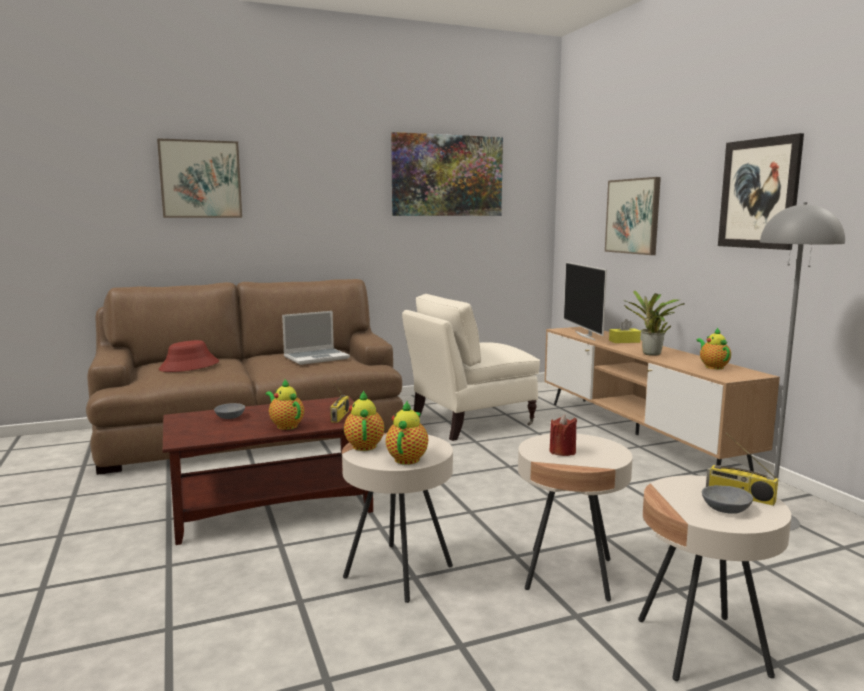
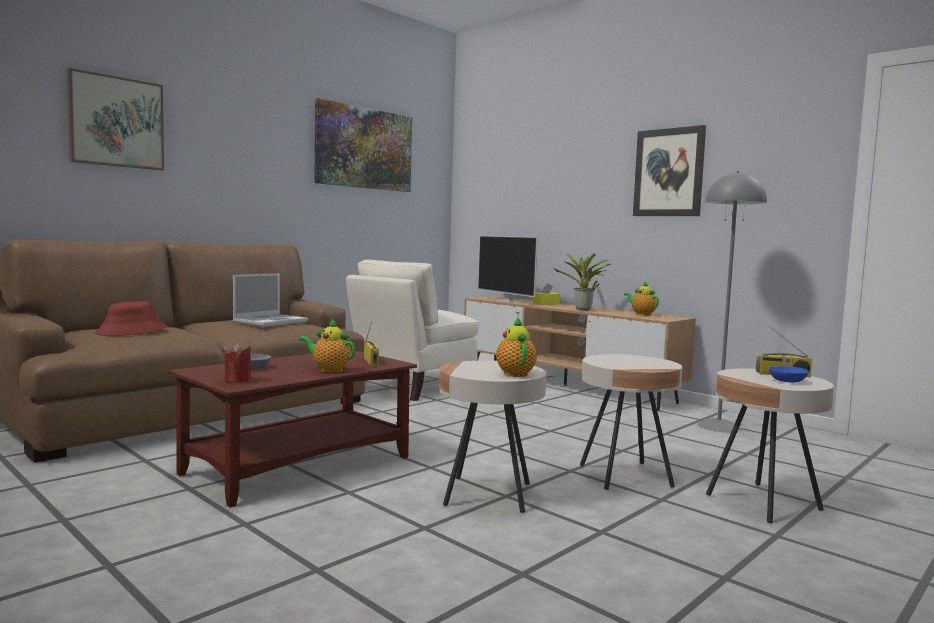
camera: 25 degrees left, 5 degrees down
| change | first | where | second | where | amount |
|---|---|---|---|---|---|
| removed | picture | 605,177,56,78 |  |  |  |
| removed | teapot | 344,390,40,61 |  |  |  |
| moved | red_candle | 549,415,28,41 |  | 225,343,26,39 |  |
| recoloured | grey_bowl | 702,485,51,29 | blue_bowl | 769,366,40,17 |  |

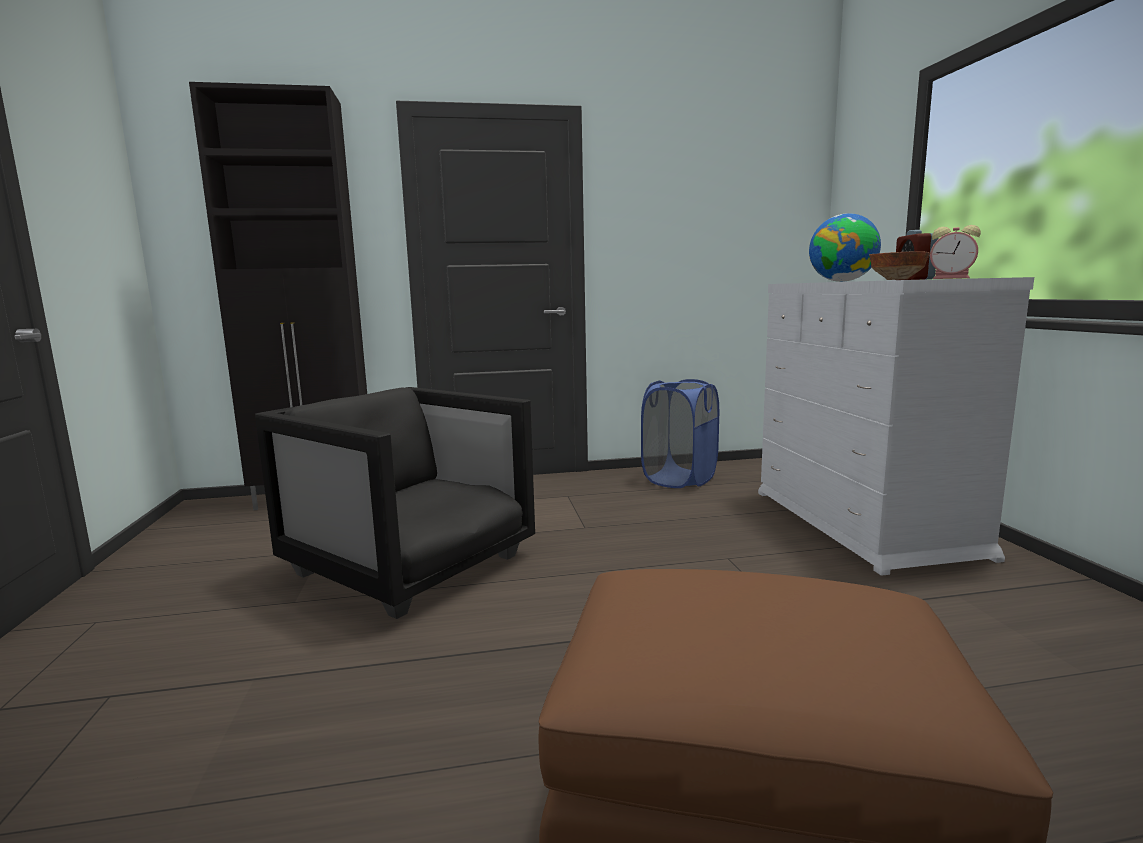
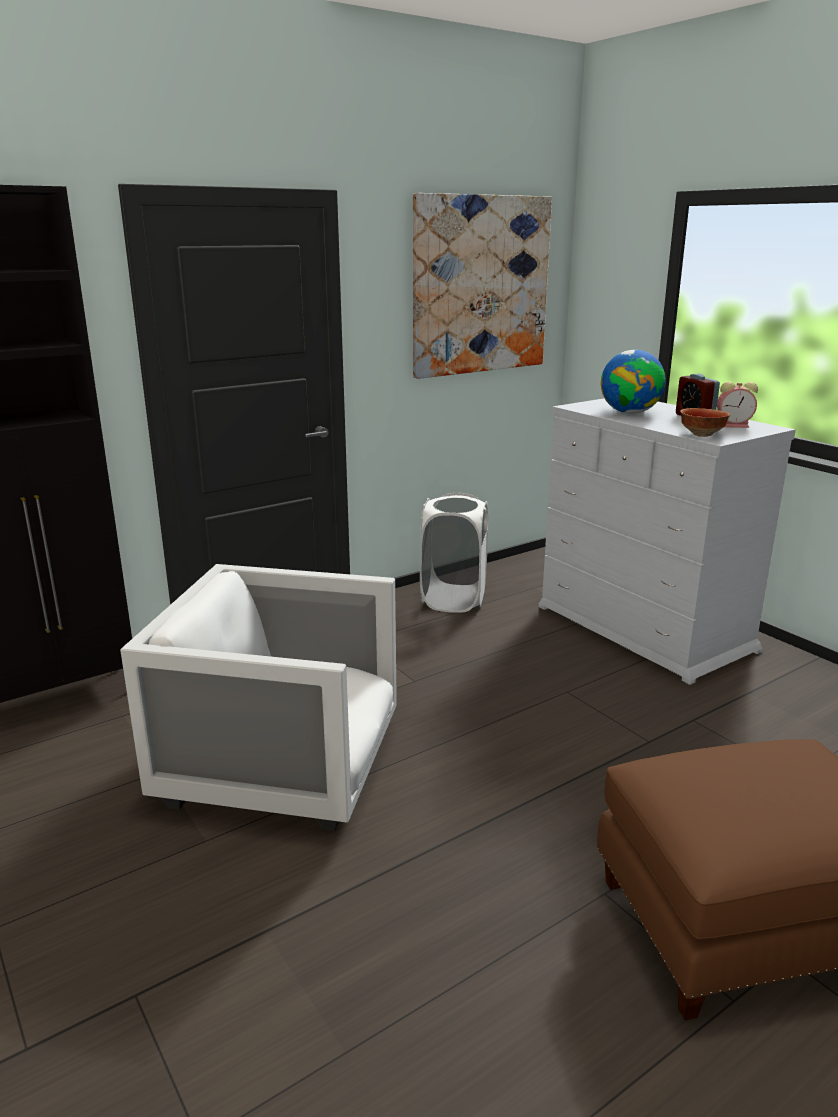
camera: 25 degrees left, 10 degrees up
| change | first | where | second | where | amount |
|---|---|---|---|---|---|
| recoloured | blue_laundry_basket | 641,379,78,109 | white_laundry_basket | 420,493,68,120 |  |
| recoloured | black_armchair | 255,387,280,232 | white_armchair | 120,564,277,267 |  |
| added |  |  | picture | 413,193,139,186 |  |

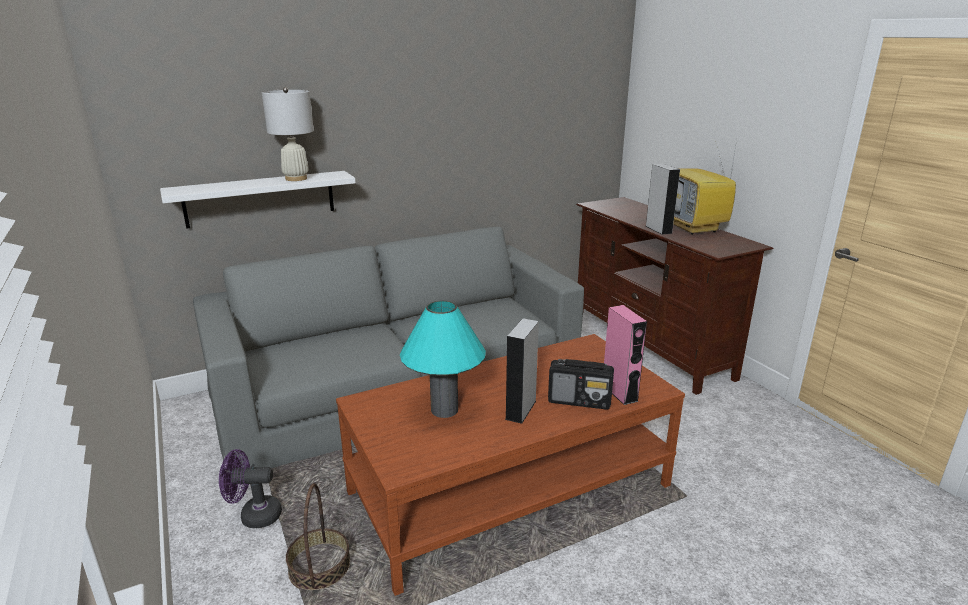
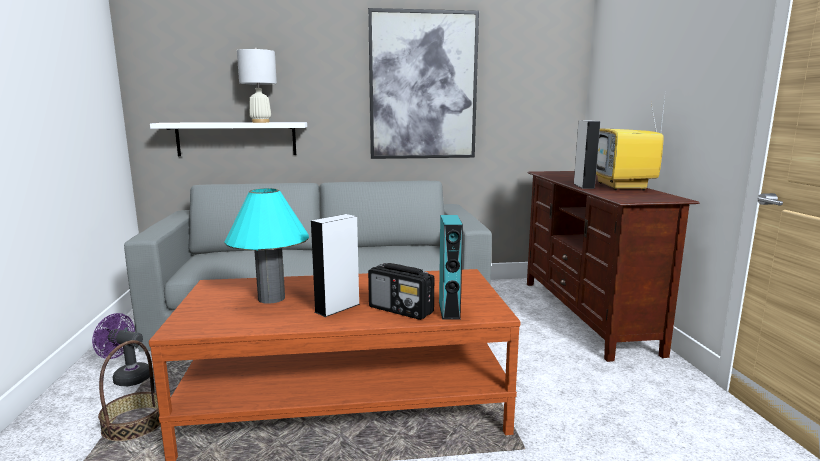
camera: 20 degrees right, 10 degrees down
| change | first | where | second | where | amount |
|---|---|---|---|---|---|
| recoloured | pink_speaker | 604,305,43,100 | turquoise_speaker | 439,215,24,105 |  |
| added |  |  | picture | 368,8,111,151 |  |

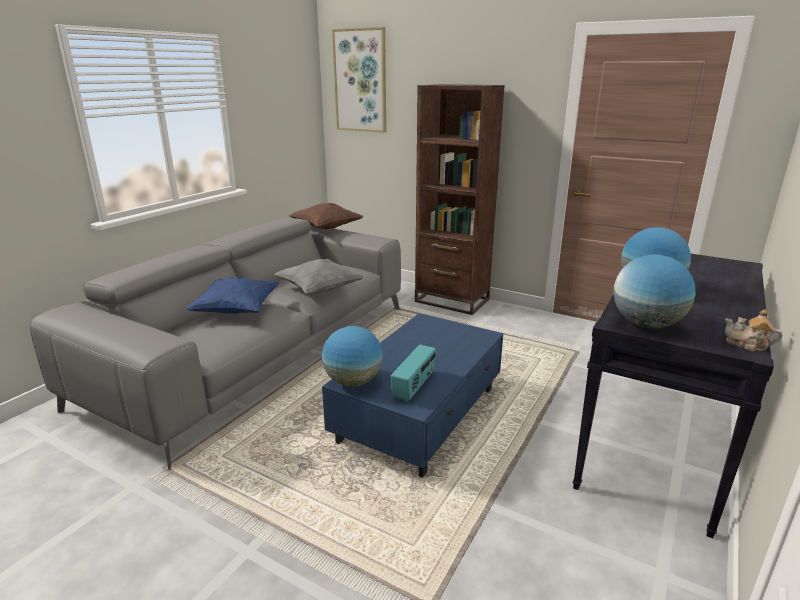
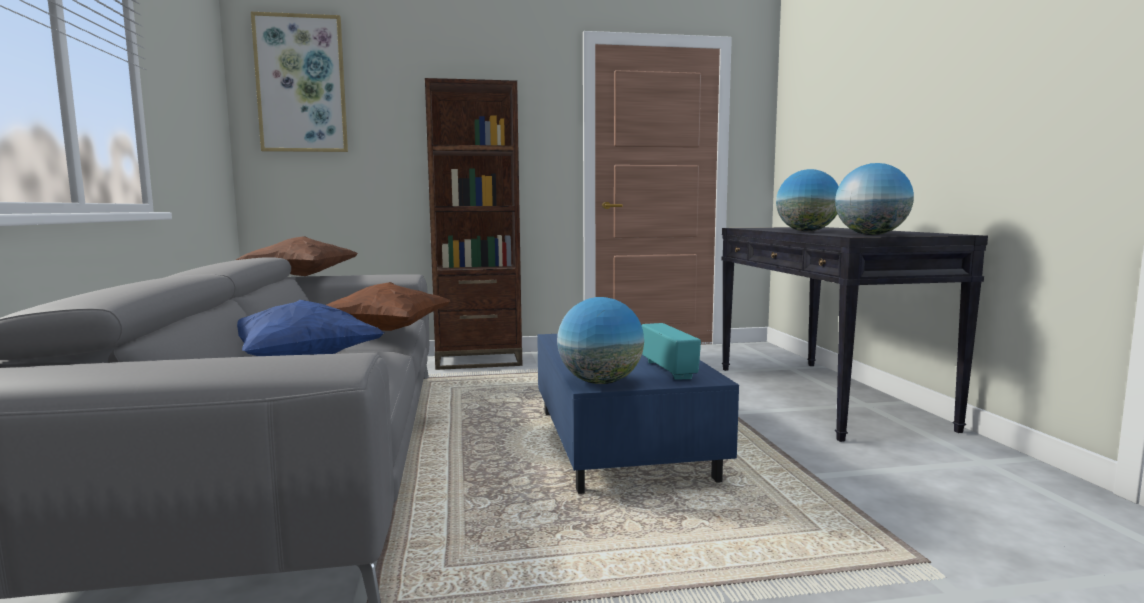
camera: 40 degrees left, 15 degrees down
| change | first | where | second | where | amount |
|---|---|---|---|---|---|
| recoloured | grey_pillow | 274,259,90,36 | brown_pillow | 327,282,123,49 |  |
| removed | teapot | 725,309,57,43 |  |  |  |

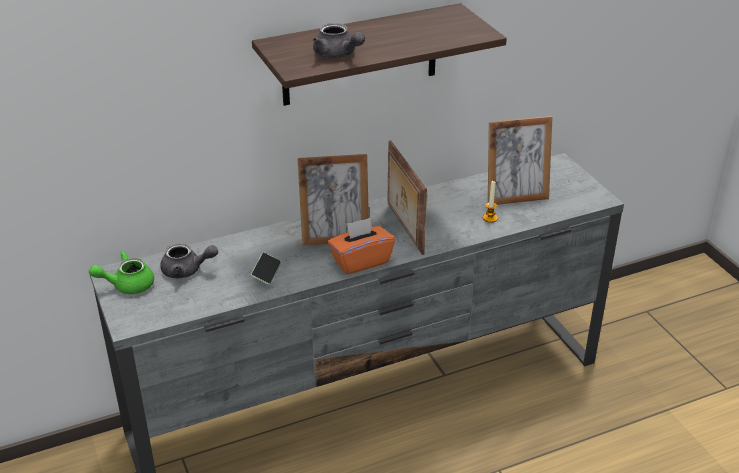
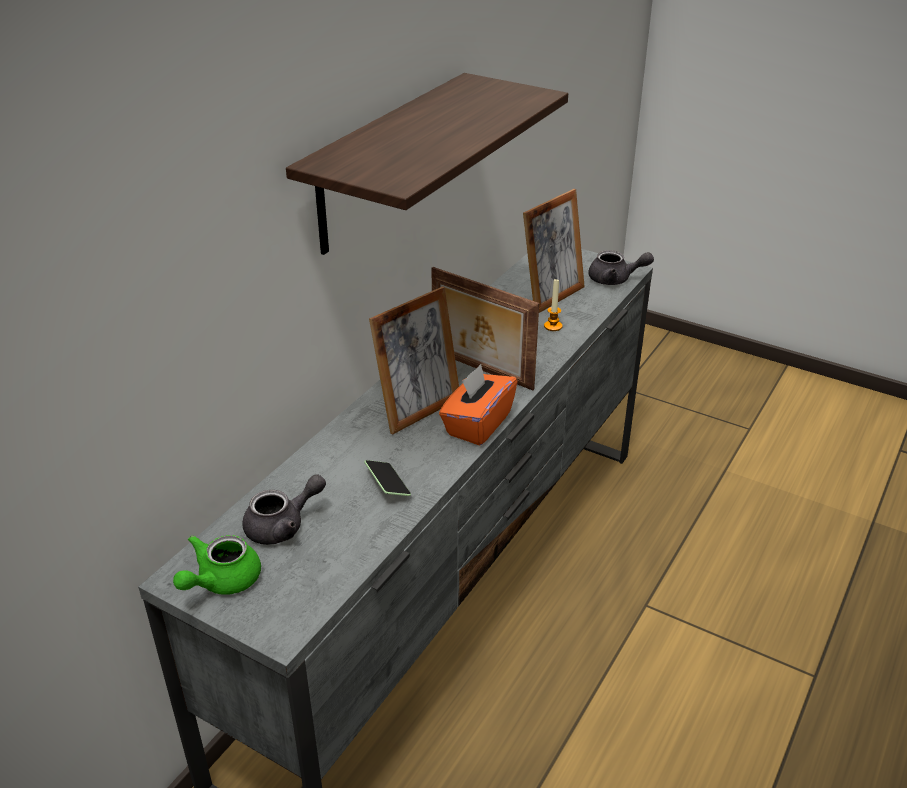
camera: 35 degrees left, 0 degrees up
| change | first | where | second | where | amount |
|---|---|---|---|---|---|
| moved | grey_teapot | 313,23,52,35 |  | 589,250,65,35 |  |

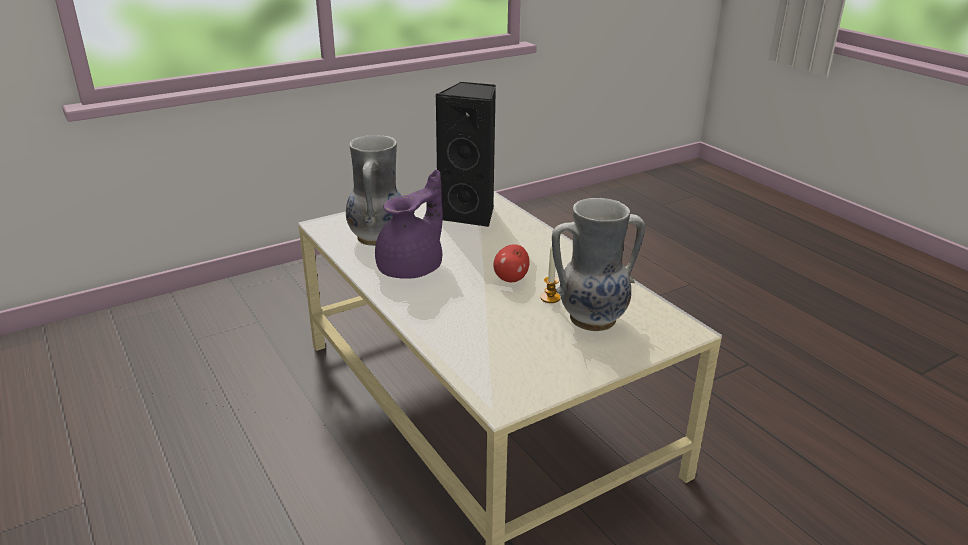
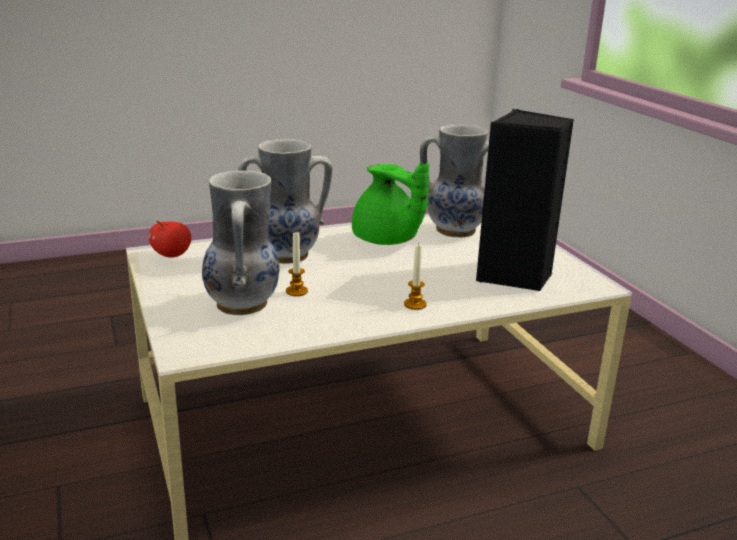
camera: 100 degrees right, 5 degrees down
| change | first | where | second | where | amount |
|---|---|---|---|---|---|
| recoloured | purple_teapot | 375,170,68,109 | green_teapot | 352,163,77,82 |  |
| moved | apple | 493,245,36,37 |  | 149,221,42,36 |  |
| added |  |  | vase | 238,139,94,125 |  |
| added |  |  | candle | 404,243,23,67 |  |

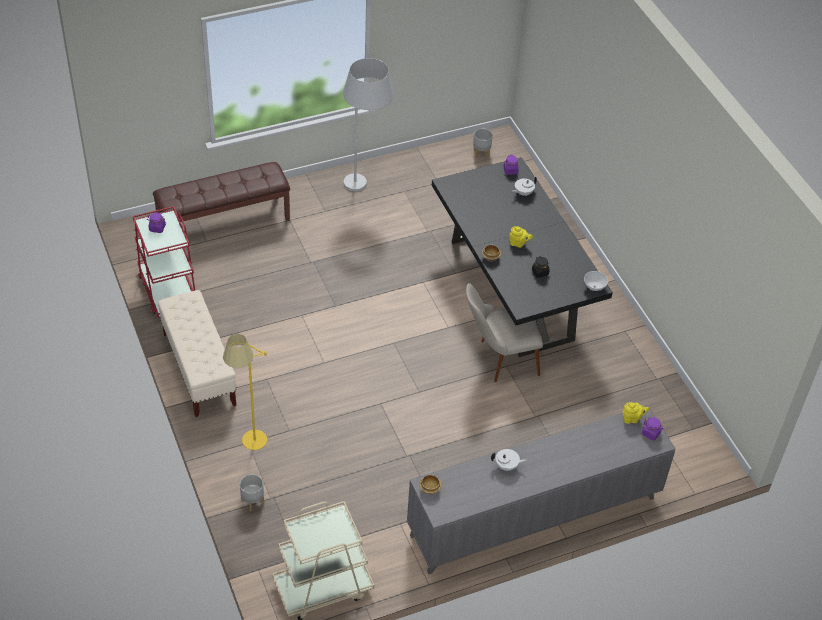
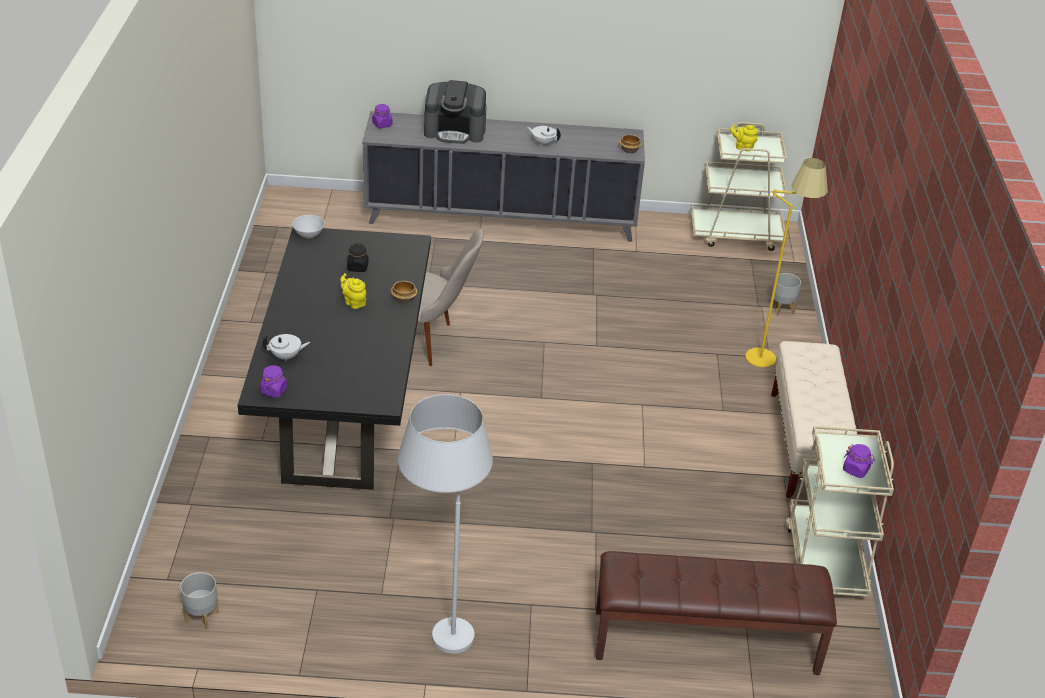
camera: 155 degrees left, 10 degrees down
| change | first | where | second | where | amount |
|---|---|---|---|---|---|
| recoloured | red_cart | 133,206,62,112 | beige_cart | 786,426,108,171 |  |
| moved | yellow_teapot | 623,402,26,22 |  | 730,124,28,28 |  |
| added |  |  | coffee_machine | 424,80,62,64 |  |

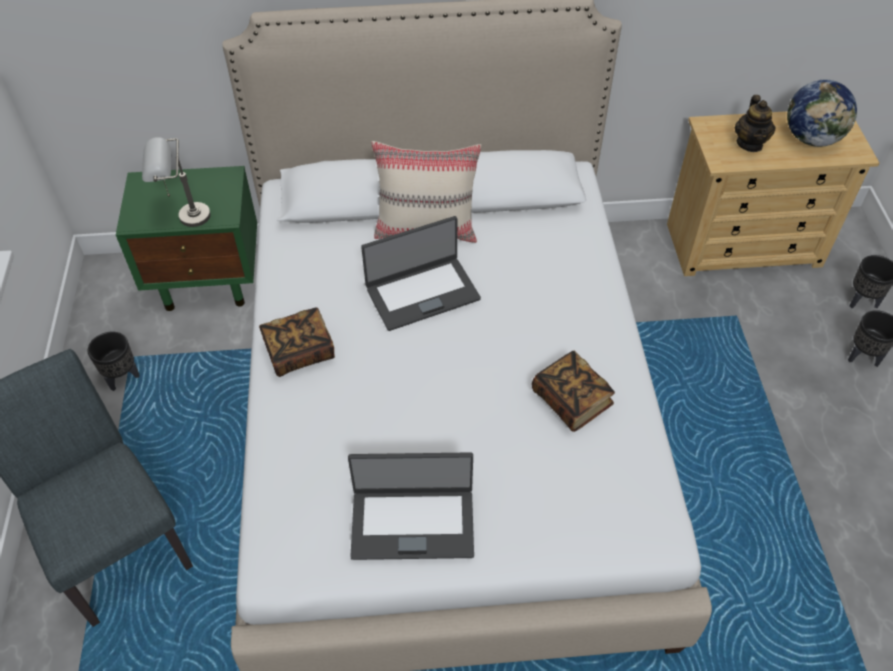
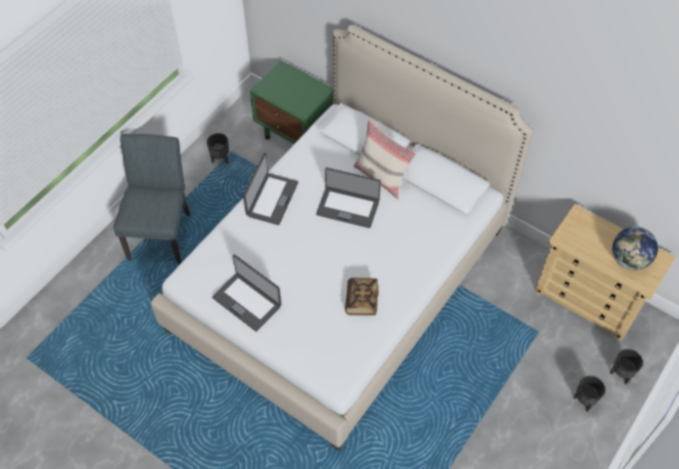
camera: 40 degrees right, 5 degrees up
| change | first | where | second | where | amount |
|---|---|---|---|---|---|
| removed | teapot | 735,95,41,57 |  |  |  |
| removed | grey_table_lamp | 142,137,69,90 |  |  |  |
| replaced | book | 259,307,76,70 | laptop | 243,153,55,72 |  |

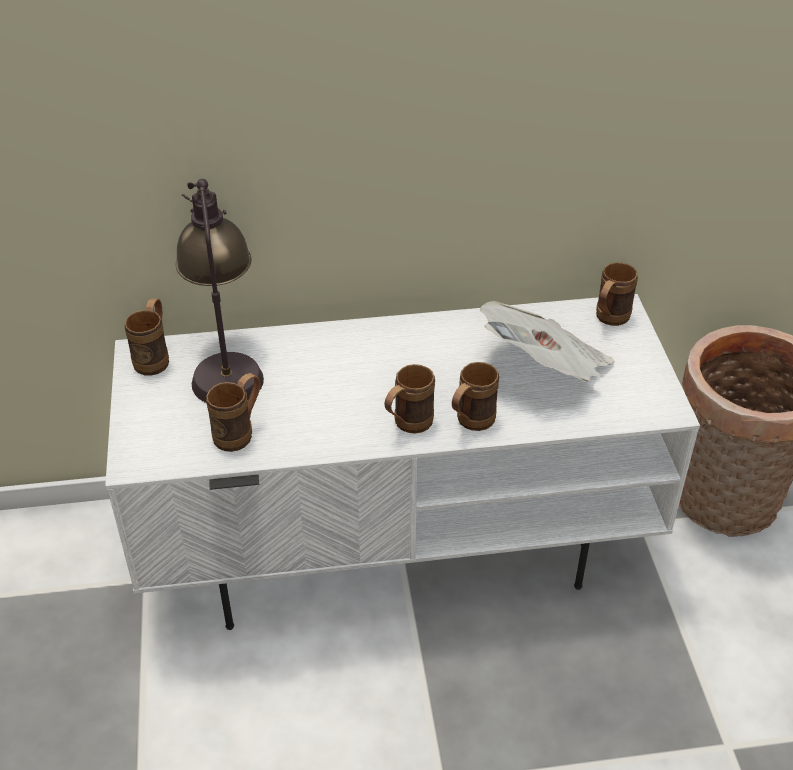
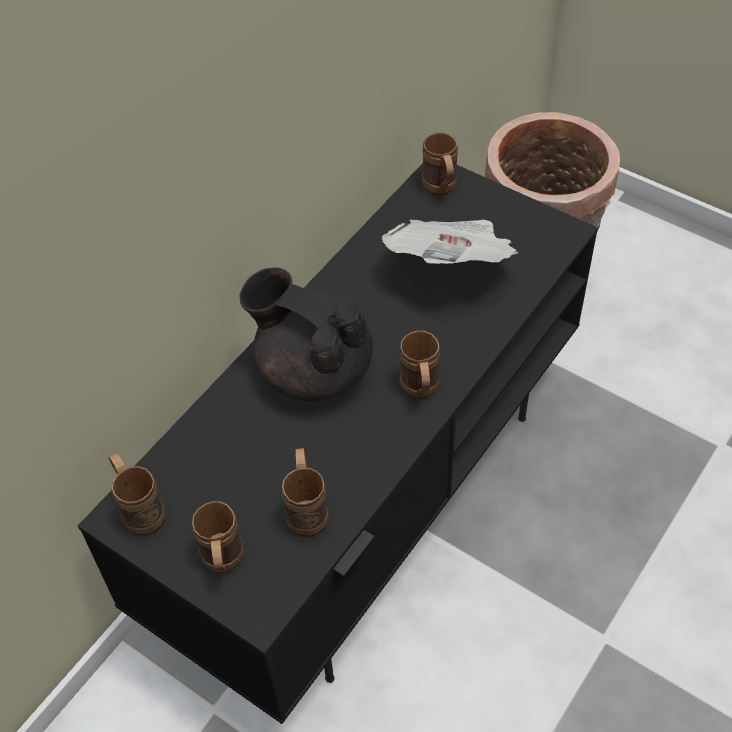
camera: 45 degrees left, 10 degrees up
| change | first | where | second | where | amount |
|---|---|---|---|---|---|
| removed | table_lamp | 176,179,88,224 |  |  |  |
| recoloured | white_tv_stand | 105,294,595,336 | black_tv_stand | 78,163,520,561 |  |
| moved | brown_mug | 452,362,47,69 |  | 192,501,52,72 |  |
| added |  |  | black_teapot | 240,267,133,135 |  |

